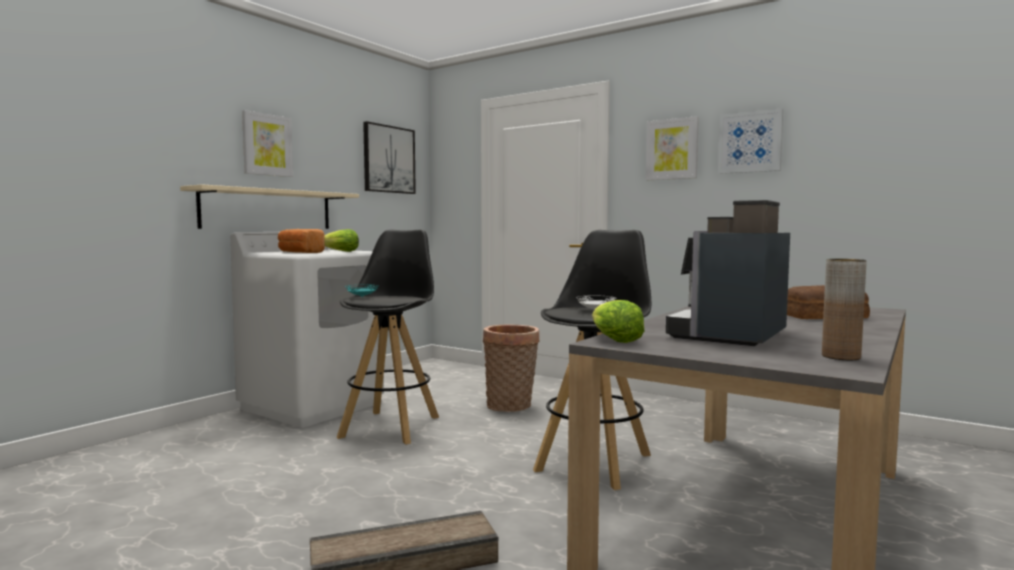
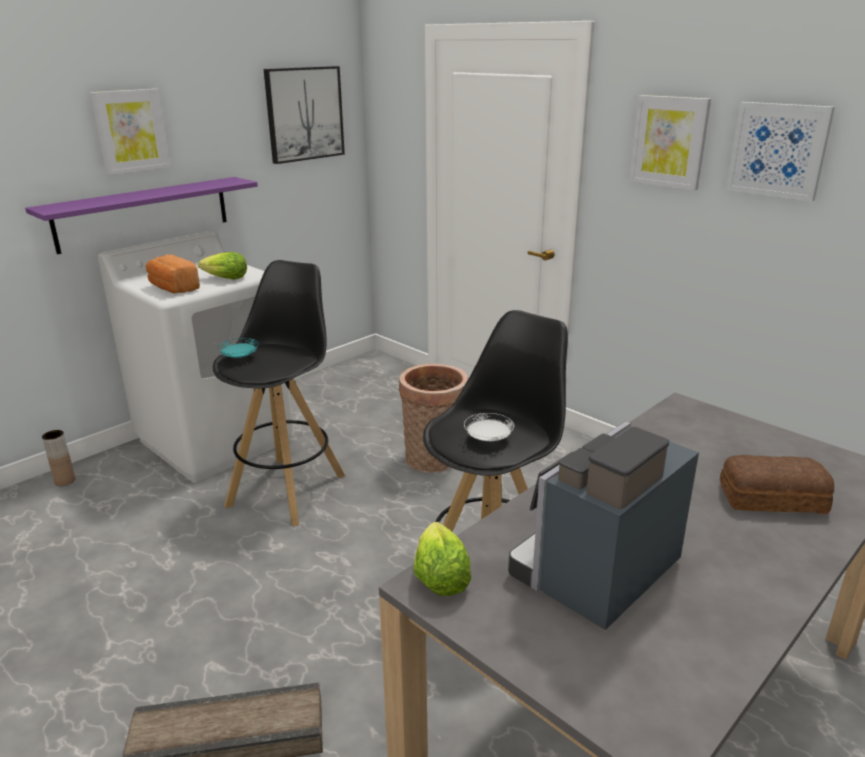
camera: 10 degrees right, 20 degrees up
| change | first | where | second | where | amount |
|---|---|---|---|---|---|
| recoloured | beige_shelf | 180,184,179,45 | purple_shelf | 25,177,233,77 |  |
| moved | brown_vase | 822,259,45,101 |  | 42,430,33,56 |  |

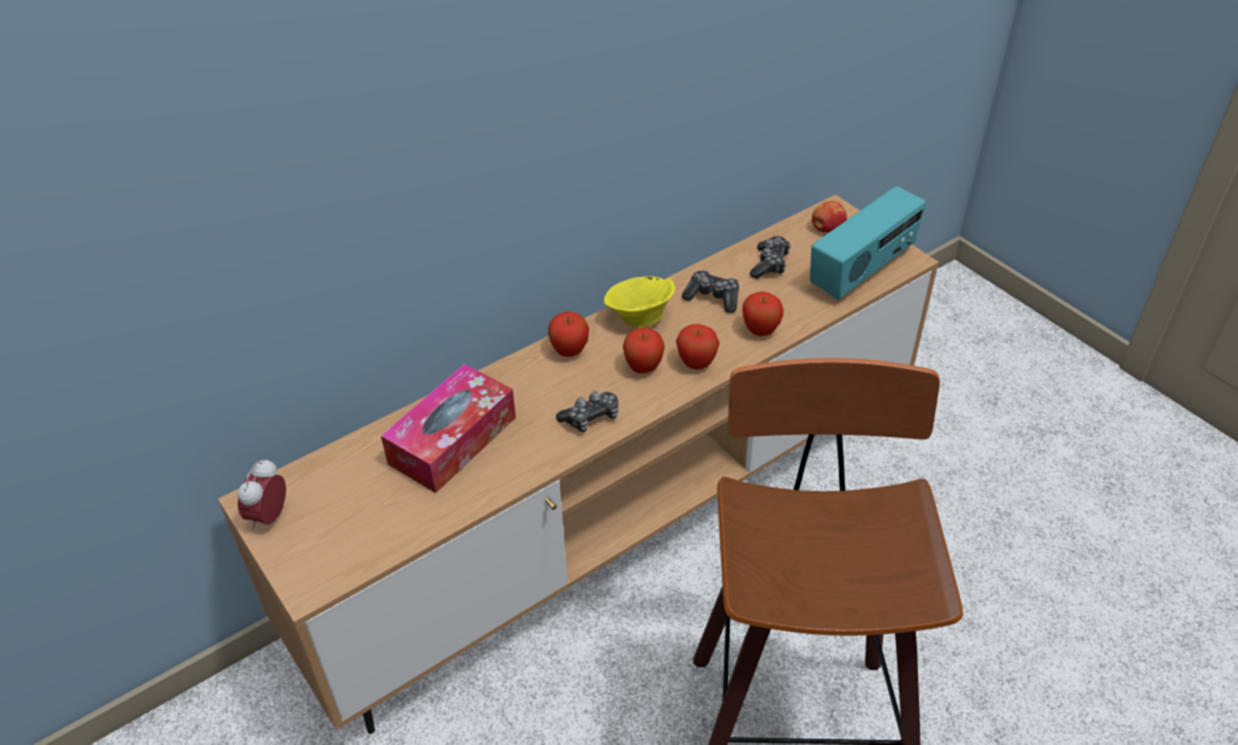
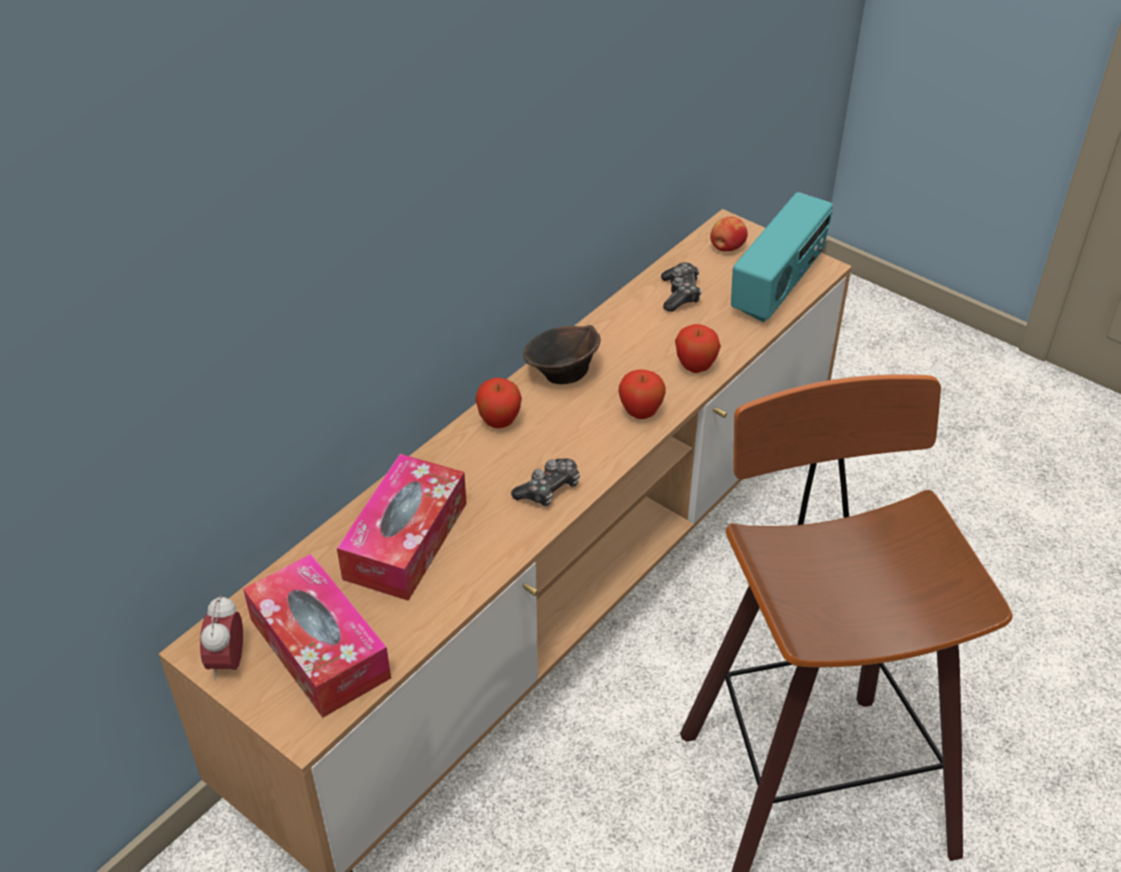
camera: 15 degrees left, 0 degrees up
| change | first | where | second | where | amount |
|---|---|---|---|---|---|
| removed | game_controller | 682,270,57,43 |  |  |  |
| recoloured | yellow_bowl | 603,276,72,52 | brown_bowl | 524,325,77,59 |  |
| removed | apple | 623,328,42,45 |  |  |  |
| added |  |  | tissue_box | 243,554,148,164 |  |

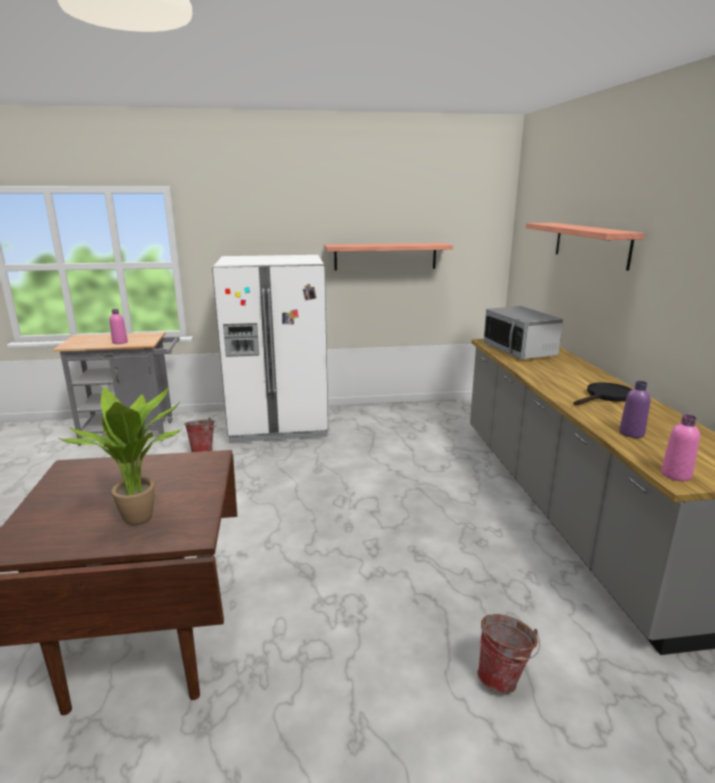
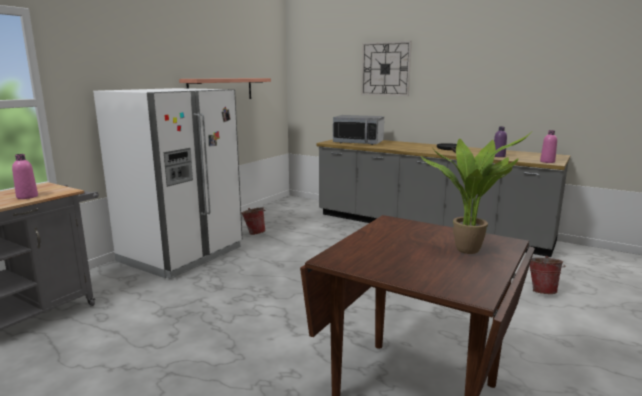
camera: 50 degrees left, 5 degrees down
| change | first | where | second | where | amount |
|---|---|---|---|---|---|
| replaced | shelf | 526,223,118,48 | wall_clock | 361,41,51,55 |  |
| moved | bucket | 185,418,32,34 |  | 241,207,25,28 |  |

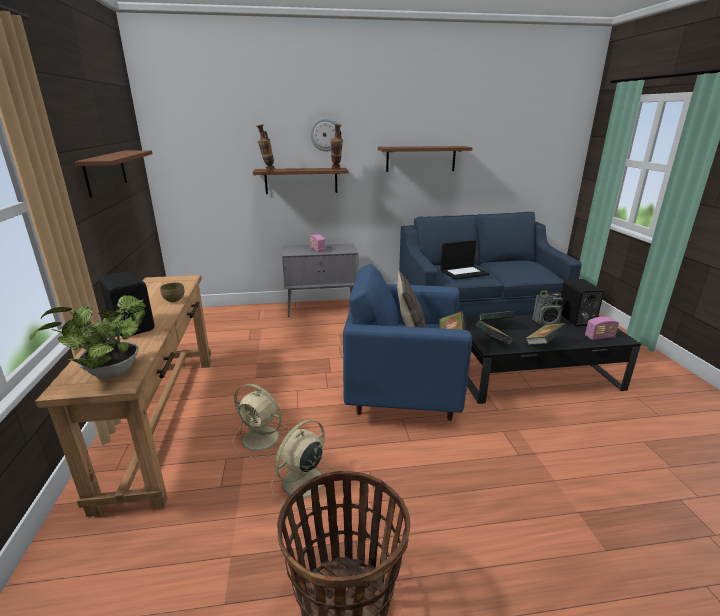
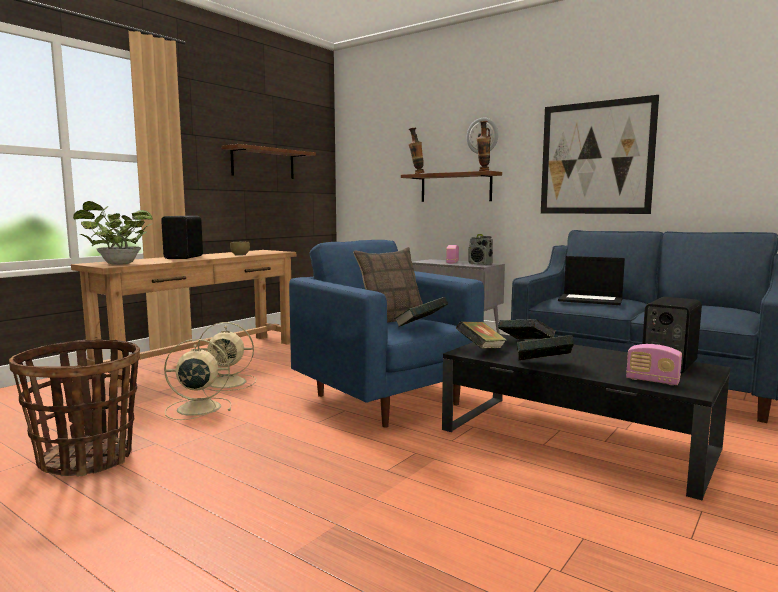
camera: 45 degrees right, 15 degrees down
| change | first | where | second | where | amount |
|---|---|---|---|---|---|
| replaced | brown_shelf | 378,146,94,26 | picture | 541,95,118,119 |  |
| moved | radio | 532,291,32,34 |  | 468,234,25,31 |  |
| turned | beige_fan | 232,384,58,74 |  | 198,322,58,69 | 75 degrees counterclockwise |

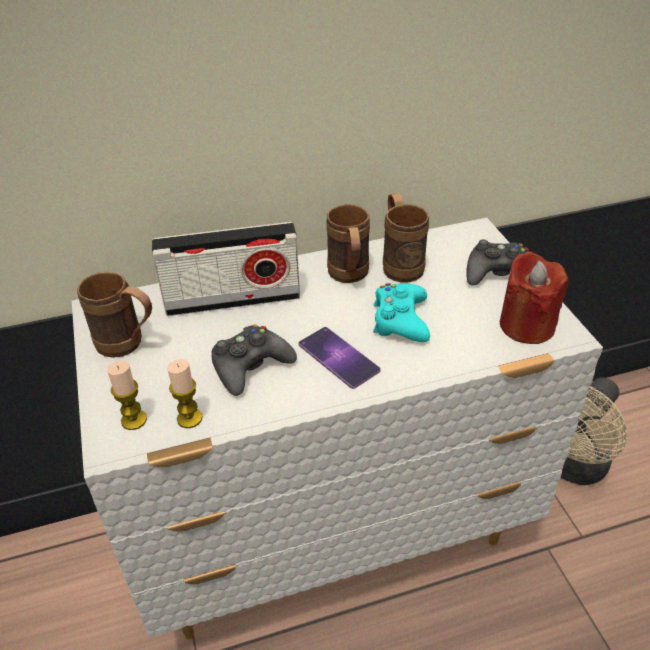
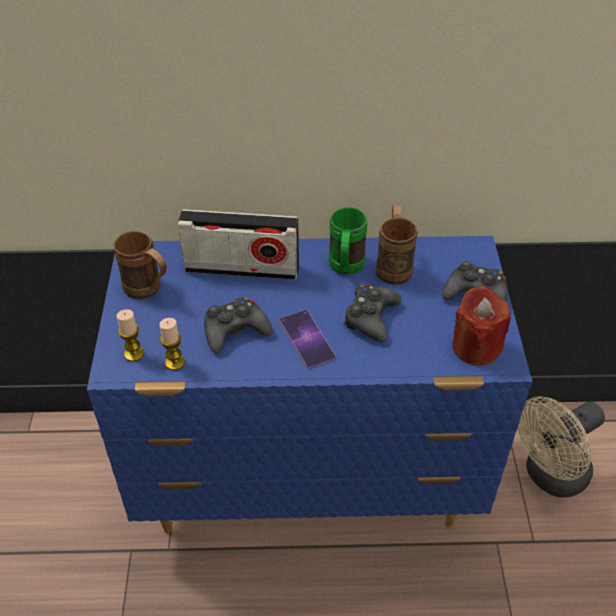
camera: 15 degrees right, 5 degrees up
| change | first | where | second | where | amount |
|---|---|---|---|---|---|
| recoloured | brown_mug | 326,204,44,79 | green_mug | 329,207,38,68 |  |
| recoloured | white_dresser | 72,218,531,421 | blue_dresser | 87,236,445,297 |  |
| recoloured | turquoise_game_controller | 373,283,57,59 | black_game_controller | 343,284,58,58 |  |

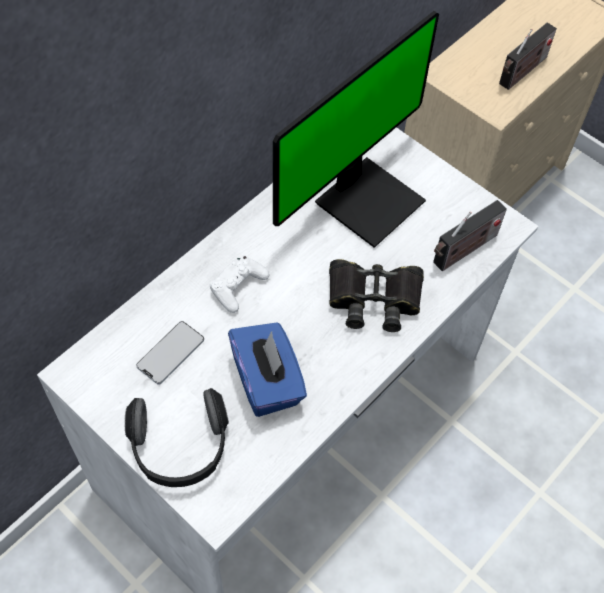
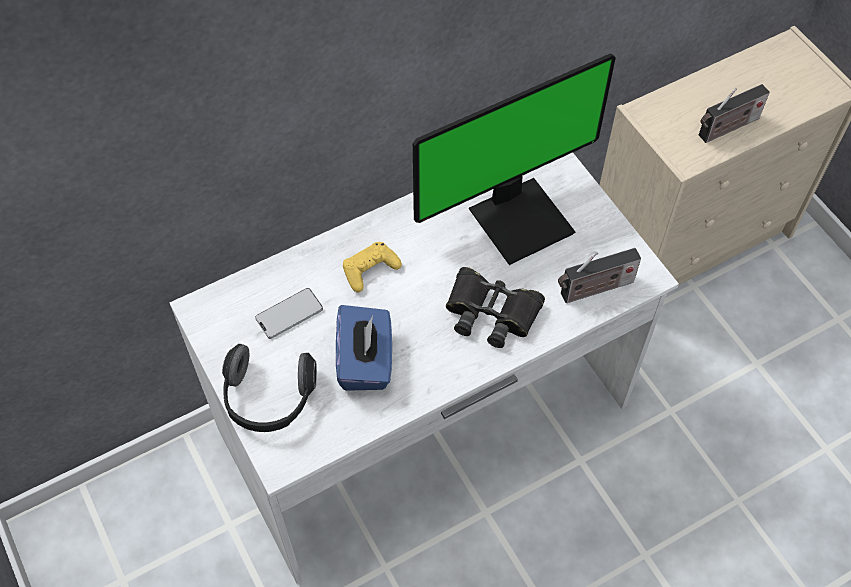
camera: 20 degrees right, 0 degrees up
| change | first | where | second | where | amount |
|---|---|---|---|---|---|
| recoloured | white_game_controller | 210,255,59,58 | yellow_game_controller | 343,242,59,50 |  |

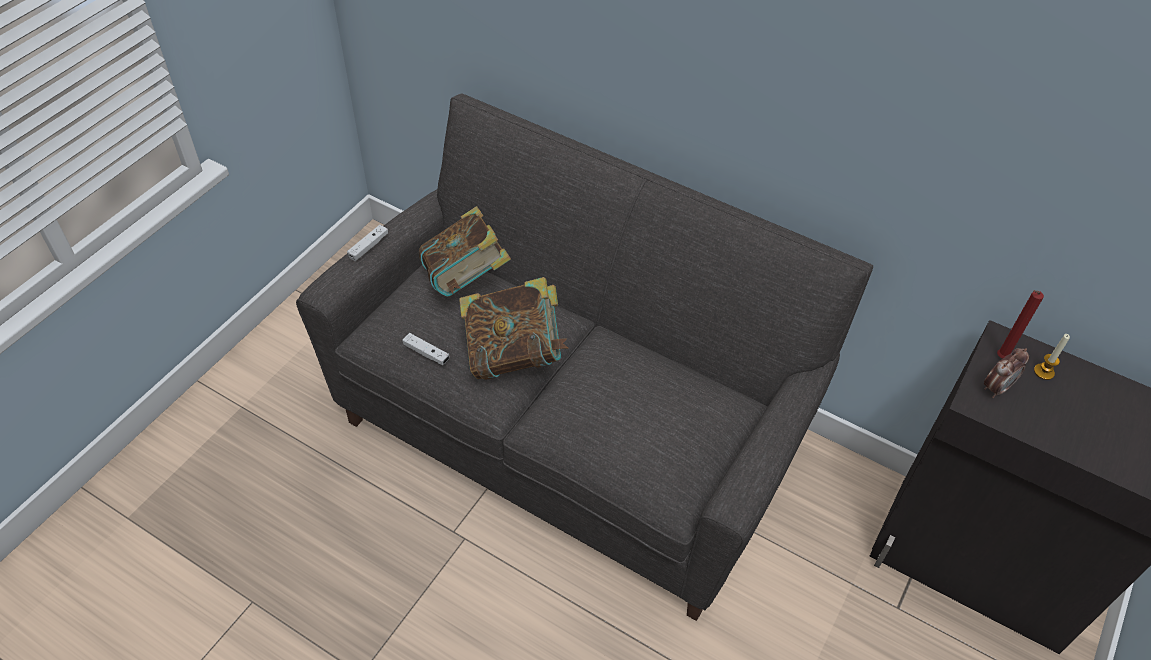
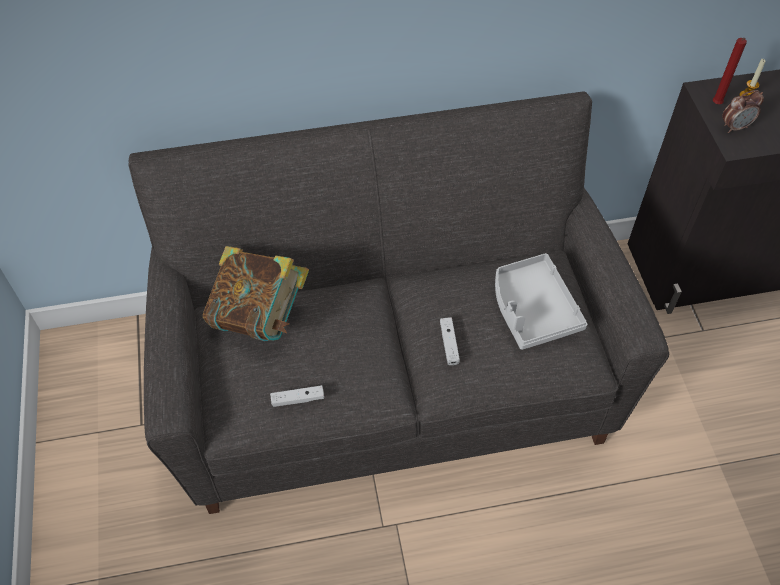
camera: 40 degrees left, 5 degrees up
| change | first | where | second | where | amount |
|---|---|---|---|---|---|
| moved | white_game_controller | 347,225,41,36 |  | 440,317,20,48 |  |
| removed | book | 459,277,109,103 |  |  |  |
| turned | alarm_clock | 984,348,45,50 |  | 722,90,42,43 | 60 degrees clockwise |
| added |  |  | grey_tray | 495,253,92,97 |  |

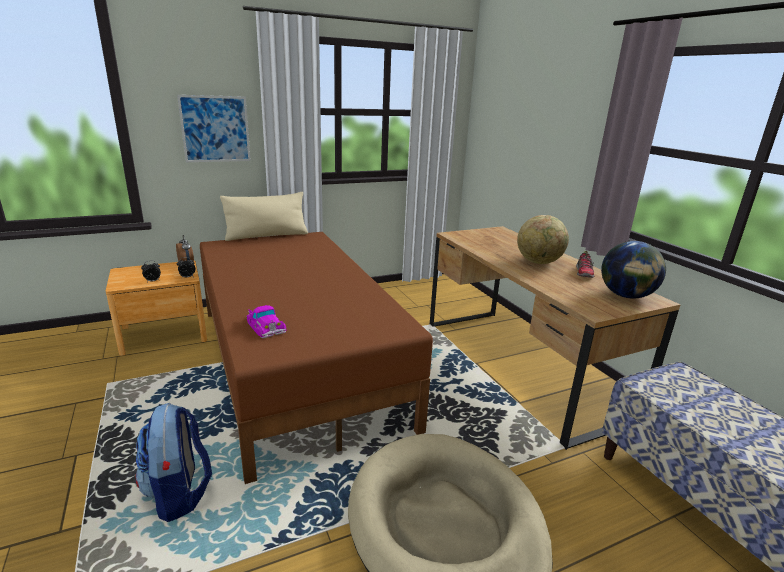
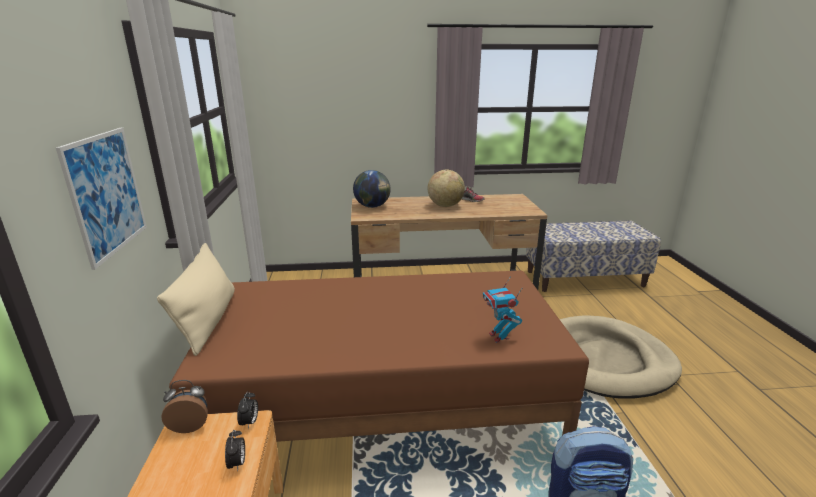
camera: 70 degrees left, 0 degrees up
| change | first | where | second | where | amount |
|---|---|---|---|---|---|
| moved | globe | 601,241,65,58 |  | 353,170,38,38 |  |
| replaced | toy_car | 246,305,41,33 | toy_robot | 483,278,39,65 |  |

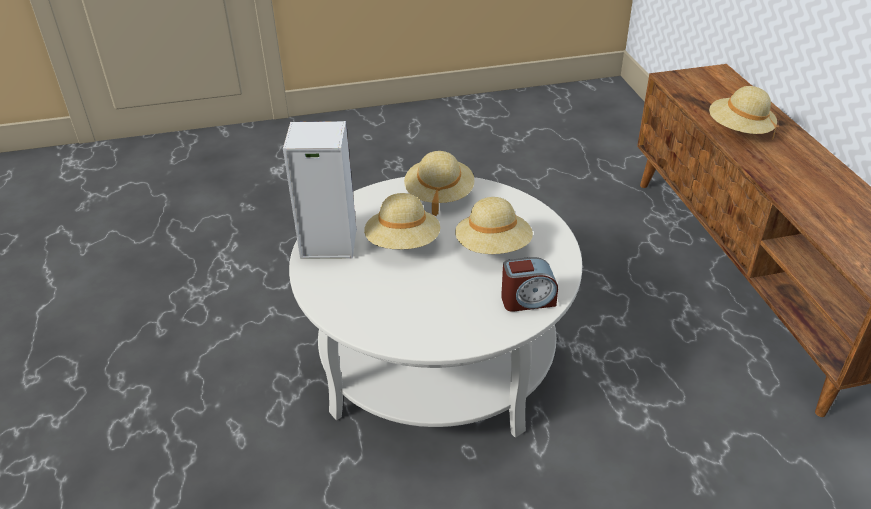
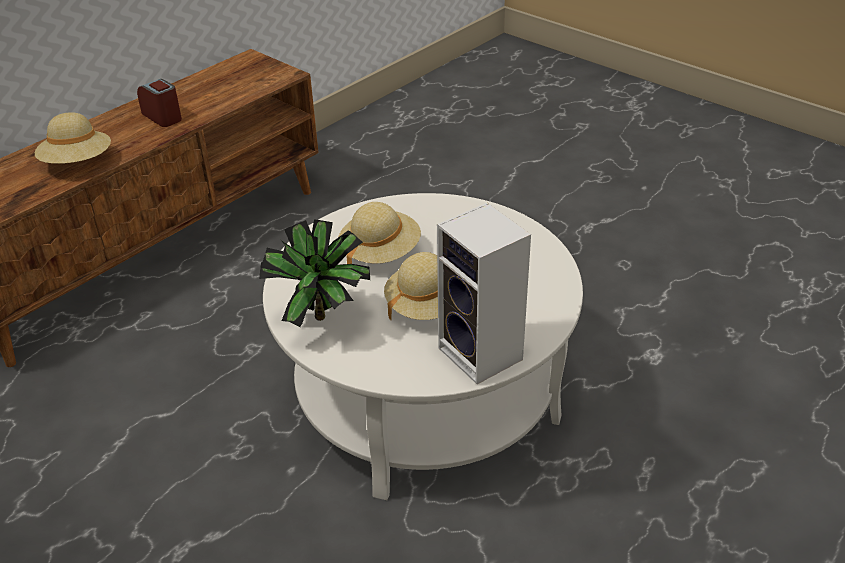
camera: 125 degrees left, 0 degrees up
| change | first | where | second | where | amount |
|---|---|---|---|---|---|
| replaced | beige_hat | 404,151,70,65 | potted_plant | 259,219,111,108 |  |
| moved | alarm_clock | 501,257,57,55 |  | 137,79,45,48 |  |

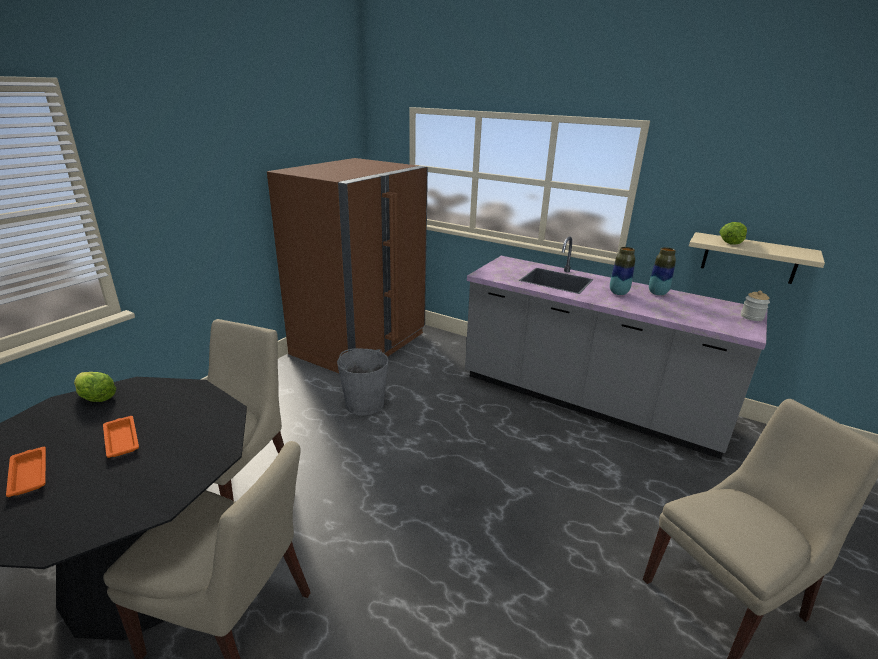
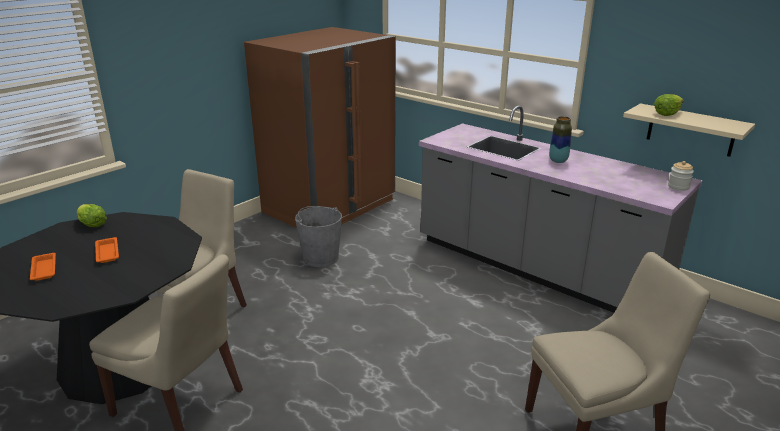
camera: 10 degrees right, 0 degrees up
| change | first | where | second | where | amount |
|---|---|---|---|---|---|
| removed | vase | 649,247,27,49 |  |  |  |

